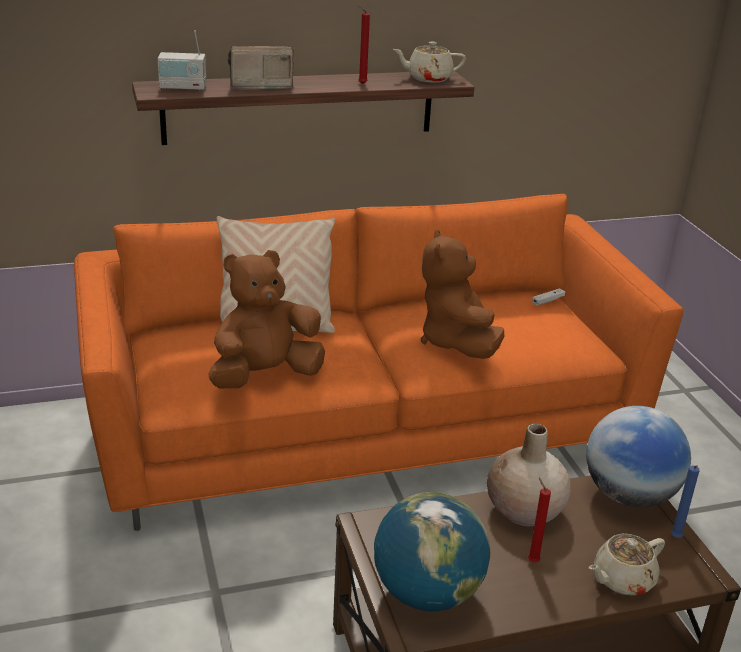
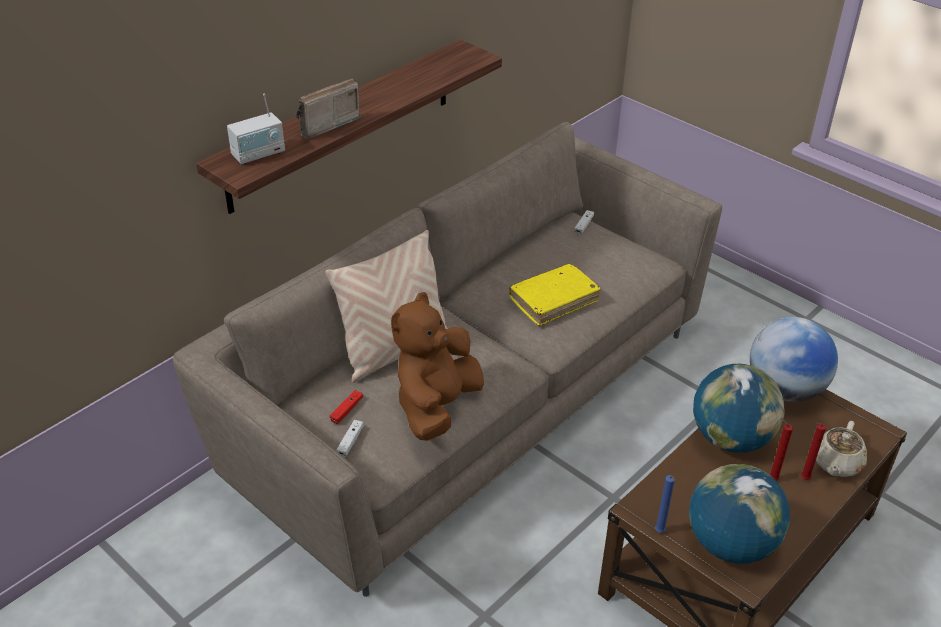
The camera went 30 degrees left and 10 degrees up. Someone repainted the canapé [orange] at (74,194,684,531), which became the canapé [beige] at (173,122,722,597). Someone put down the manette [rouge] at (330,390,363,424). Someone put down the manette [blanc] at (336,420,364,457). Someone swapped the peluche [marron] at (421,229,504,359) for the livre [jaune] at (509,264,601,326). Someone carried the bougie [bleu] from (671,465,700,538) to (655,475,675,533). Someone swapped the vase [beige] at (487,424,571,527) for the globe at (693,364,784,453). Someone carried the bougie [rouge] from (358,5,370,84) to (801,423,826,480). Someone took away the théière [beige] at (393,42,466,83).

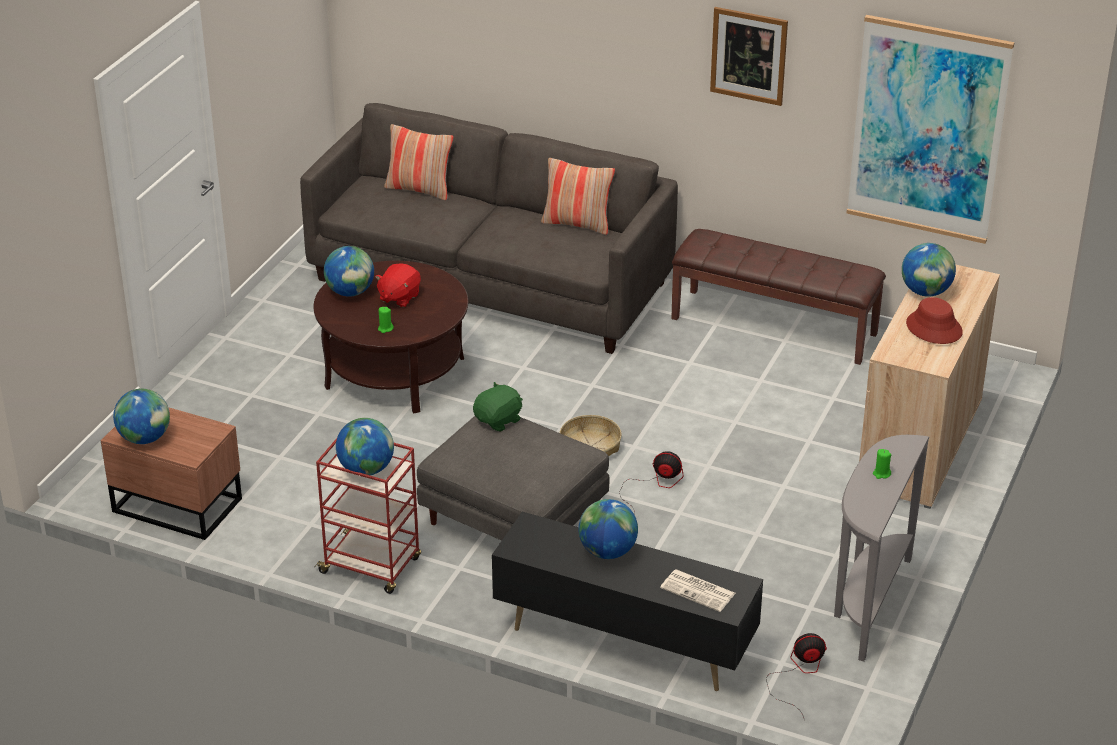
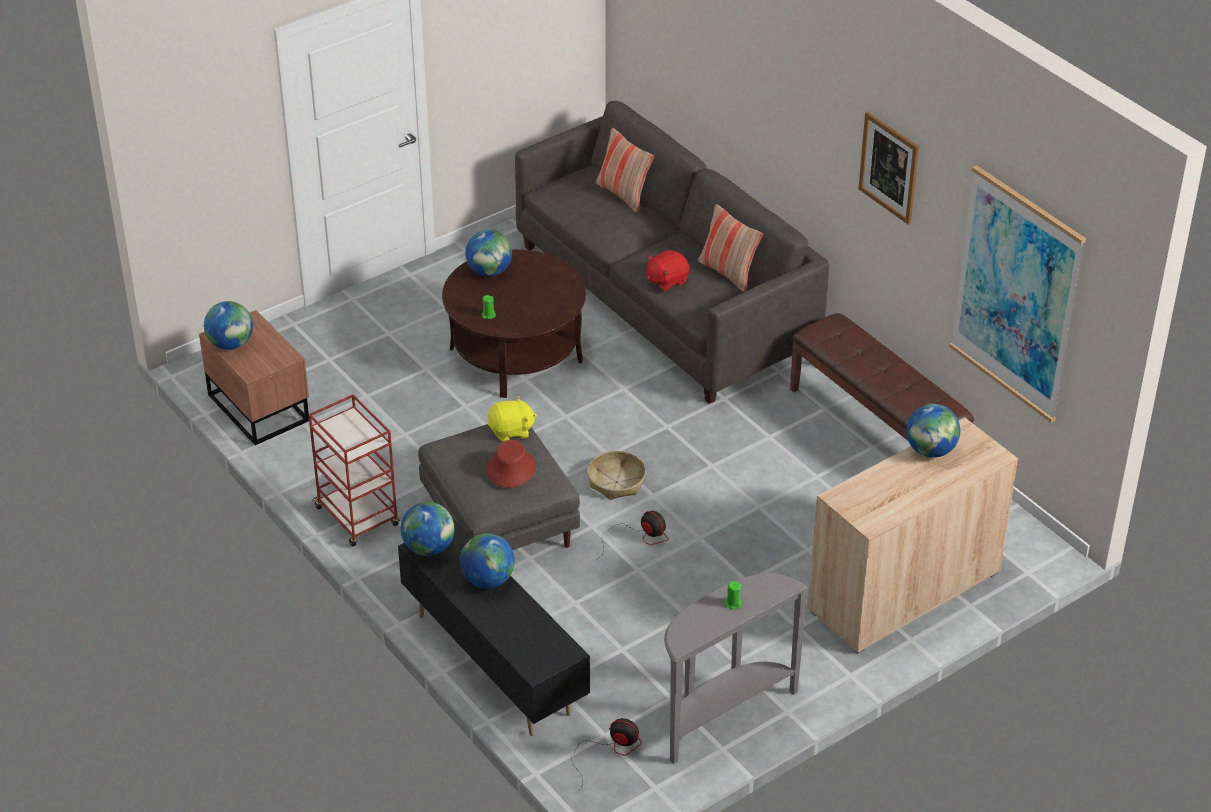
The camera went 30 degrees right and 5 degrees up. Someone carried the globe from (336,418,394,475) to (401,502,454,556). Someone carried the chapeau [rouge] from (906,297,963,344) to (486,440,536,488). Someone repainted the peluche [vert] at (473,382,523,432), which became the peluche [jaune] at (488,396,537,442). Someone carried the peluche [rouge] from (375,264,421,307) to (646,250,690,292). Someone took away the journal at (660,569,736,612).

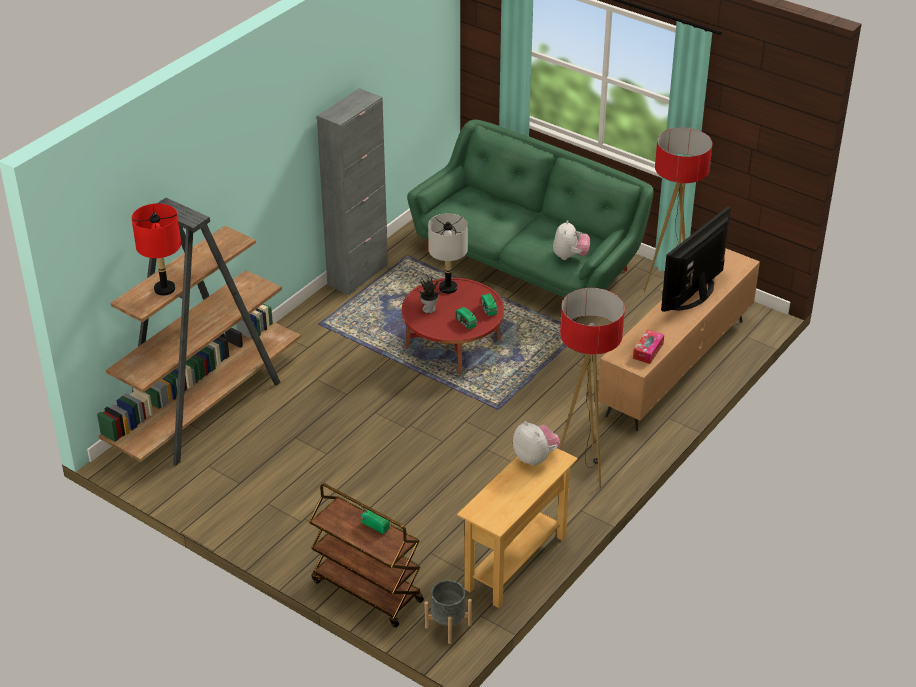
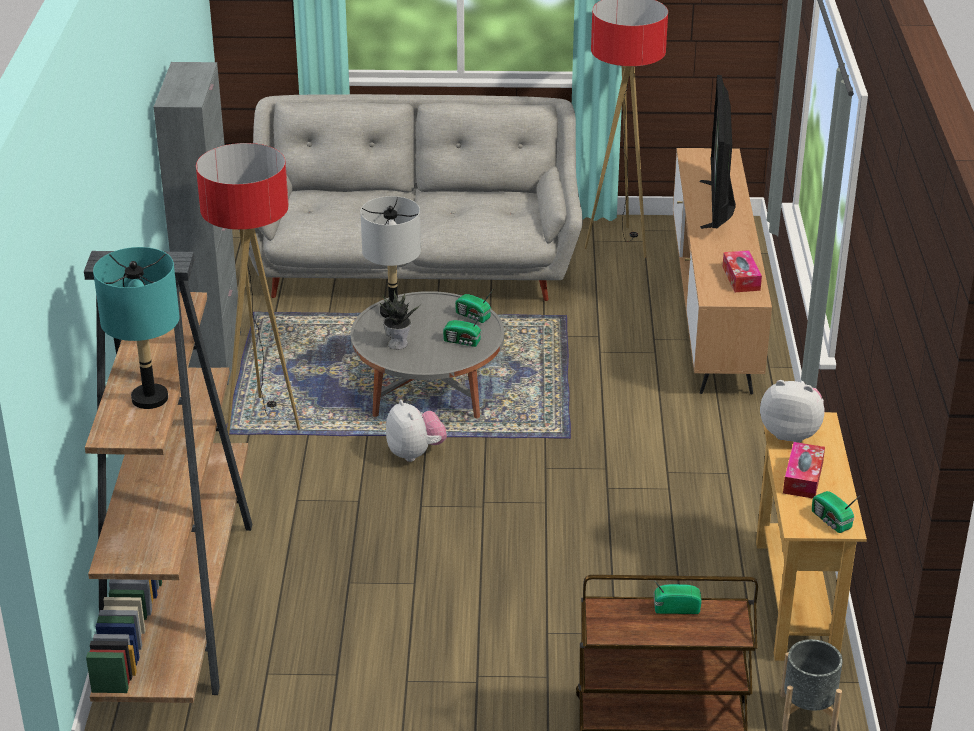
The camera went 35 degrees left and 5 degrees down. Someone repainted the lampe de table [rouge] at (132,203,181,296), which became the lampe de table [turquoise] at (93,247,180,409). Someone carried the lampadaire from (559,288,625,488) to (196,143,300,435). Someone repainted the canapé [vert] at (407,120,654,317), which became the canapé [gris] at (239,94,583,301). Someone repainted the table basse [rouge] at (402,278,504,375), which became the table basse [gris] at (351,291,504,419). Someone carried the peluche from (553,220,590,260) to (386,400,447,462). Someone put down the boîte à mouchoirs at (783,442,825,499). Someone put down the radio at (812,491,858,533).

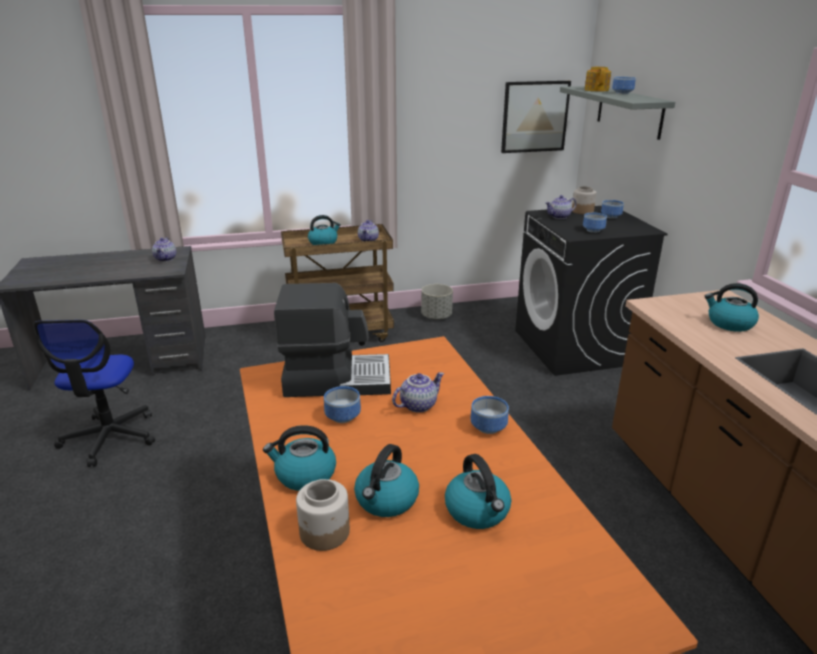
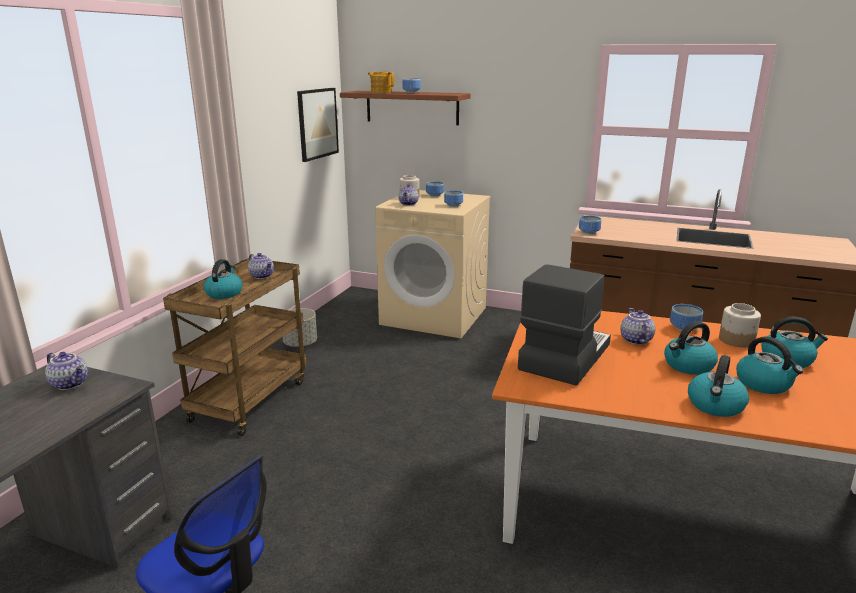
The camera went 55 degrees left and 5 degrees down. Someone repainted the étagère [gris] at (560,86,675,140), which became the étagère [marron] at (340,91,470,125). Someone repainted the lave-linge [noir] at (515,206,668,376), which became the lave-linge [beige] at (375,190,491,338). Someone carried the bol from (324,386,361,423) to (579,216,601,235). Someone carried the bouilloire from (705,283,759,332) to (664,321,718,375). Someone carried the bocal from (296,479,350,551) to (719,303,761,347).

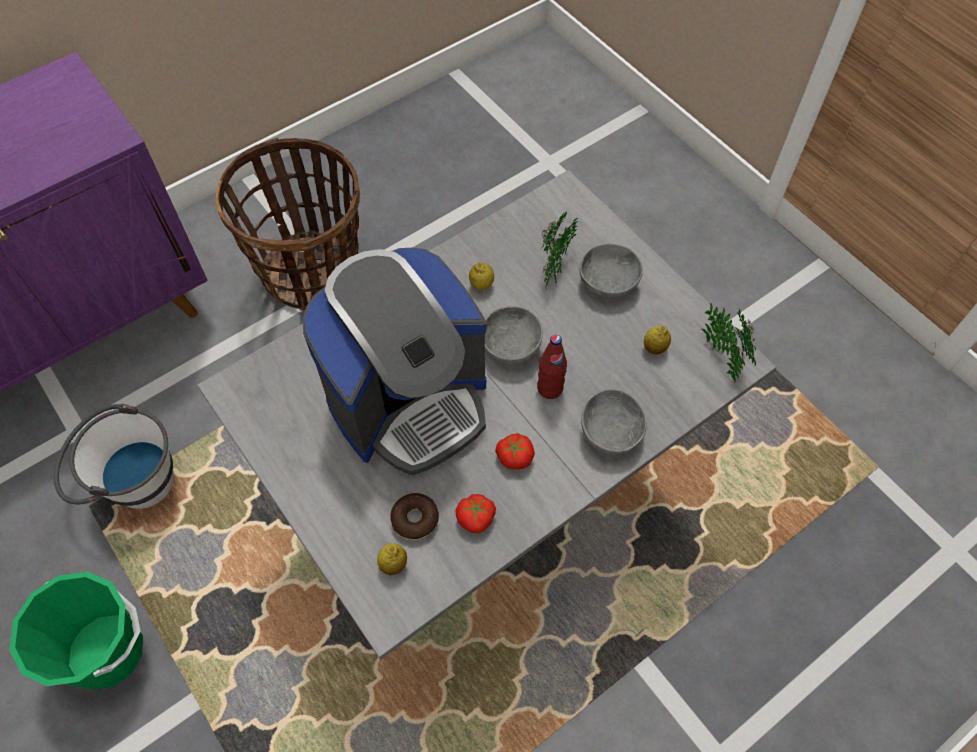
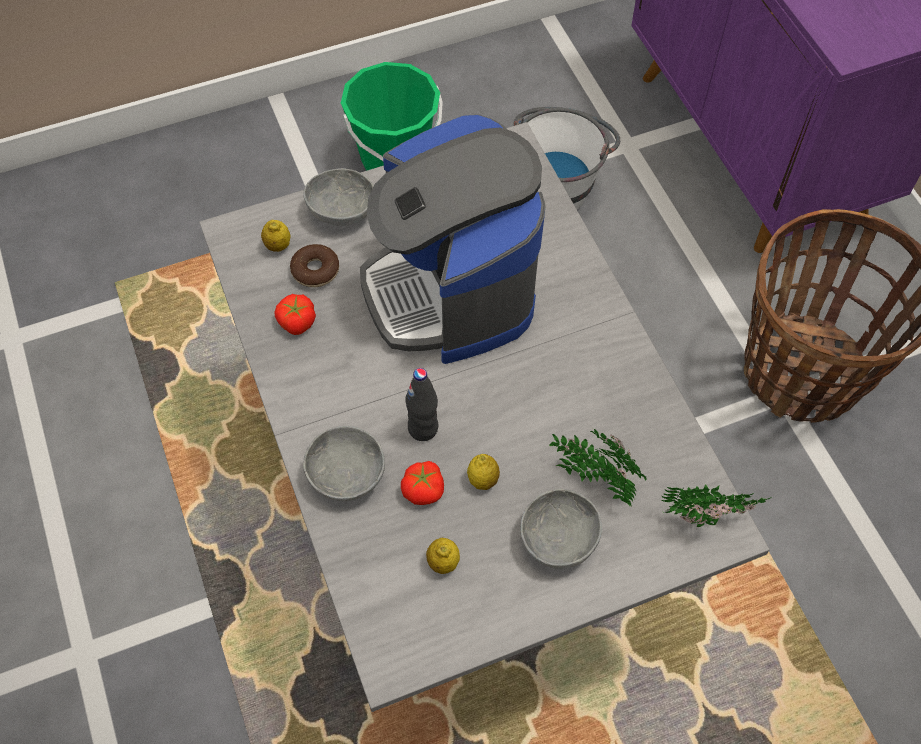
The camera went 105 degrees right and 0 degrees up. Someone carried the bol [gris] from (485,306,543,364) to (303,168,374,226). Someone carried the tomate from (495,433,535,470) to (401,461,444,505). Someone repainted the bouteille [rouge] at (537,335,567,399), which became the bouteille [noir] at (405,368,438,441). Someone carried the citron from (469,262,494,290) to (467,454,500,490). Someone carried the plante en pot from (701,303,756,383) to (662,485,771,527).

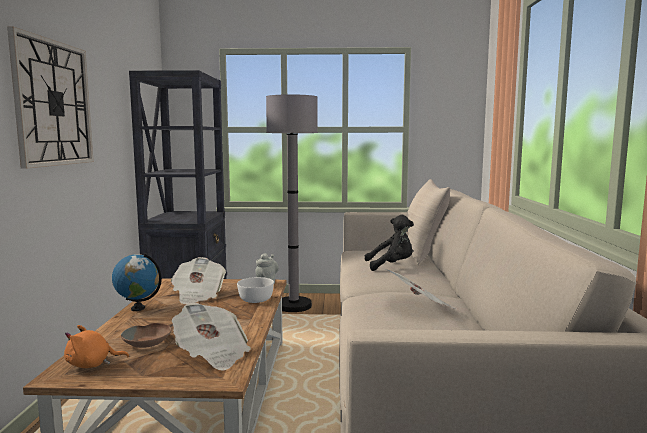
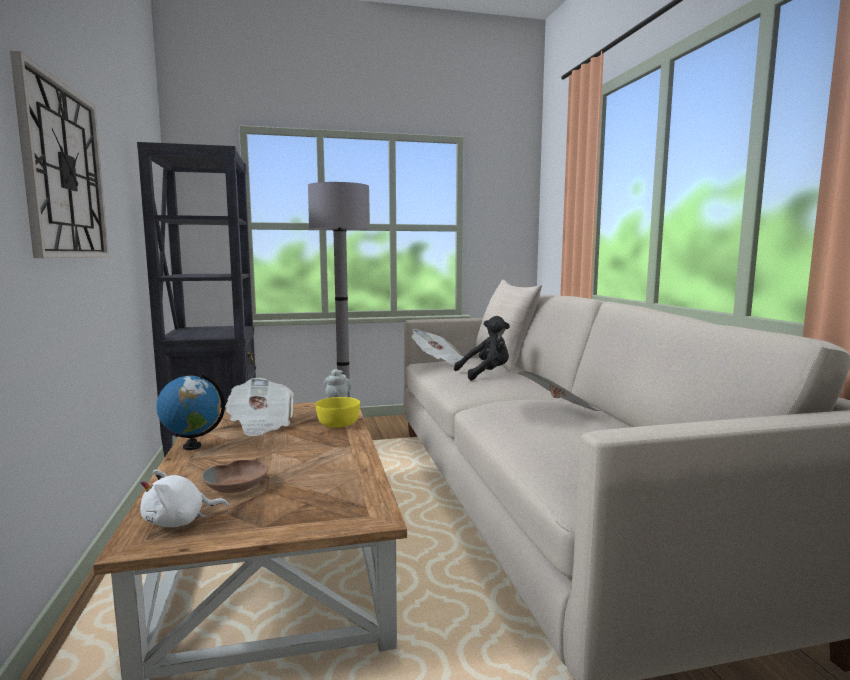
The camera went 15 degrees left and 0 degrees up. Someone repainted the peluche [orange] at (64,325,129,368), which became the peluche [blanc] at (140,470,228,527). Someone repainted the bol [blanc] at (237,277,274,303), which became the bol [jaune] at (315,397,360,428). Someone carried the journal from (172,303,251,371) to (411,329,464,365).

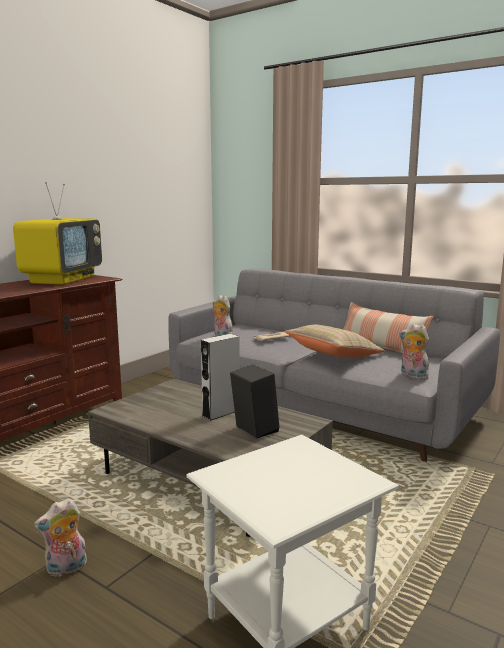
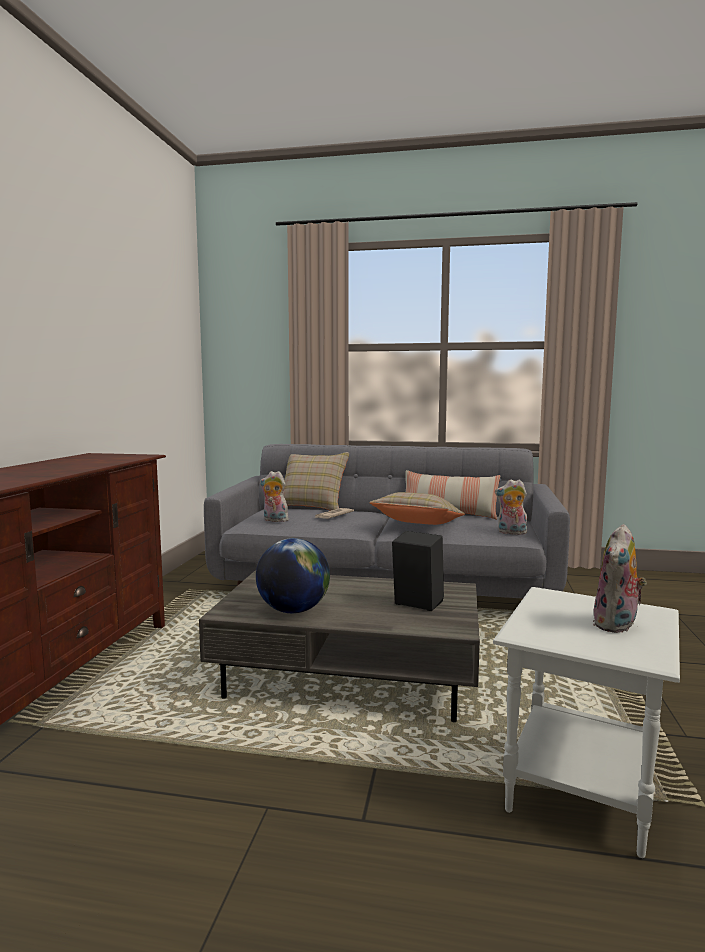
The camera went 25 degrees left and 5 degrees down. Someone put down the globe at (256,538,330,613). Someone put down the coussin [beige] at (283,452,349,511). Someone carried the peluche from (34,498,87,577) to (593,524,647,633). Someone took away the téléviseur at (13,182,102,285). Someone took away the enceinte [gris] at (201,334,240,421).

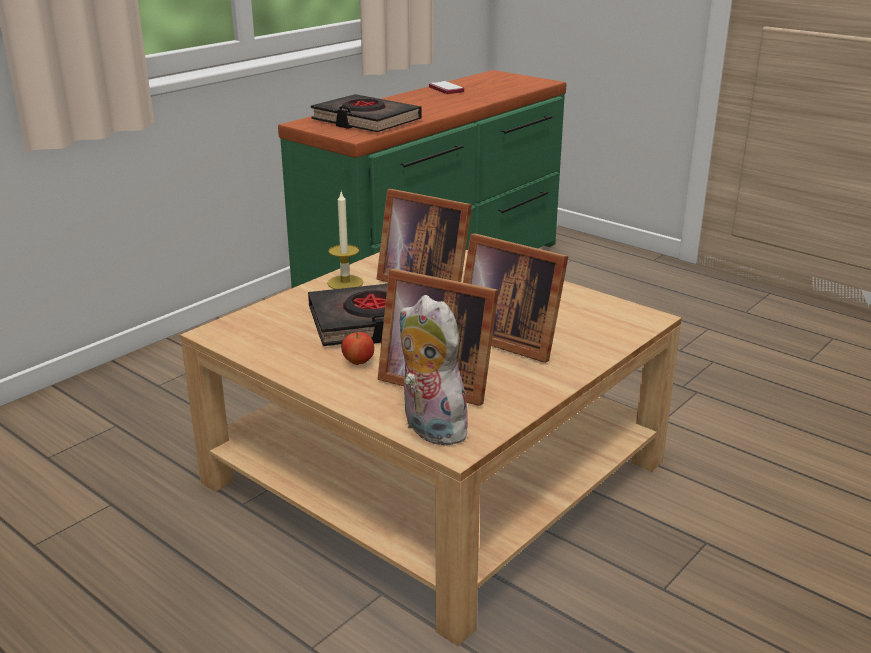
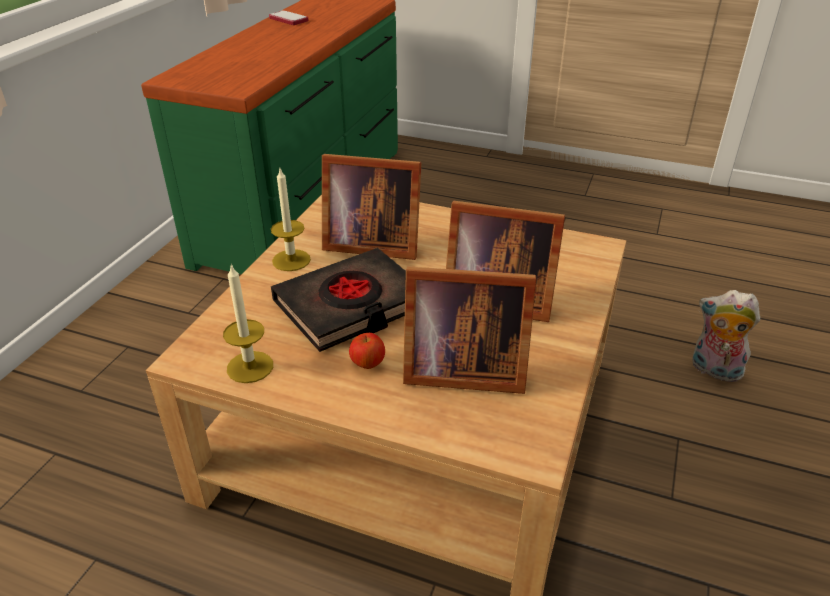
The camera went 20 degrees left and 10 degrees up. Someone put down the bougie at (223,263,273,383). Someone carried the peluche from (399,295,472,446) to (692,290,760,382). Someone took away the livre [noir] at (311,94,422,132).

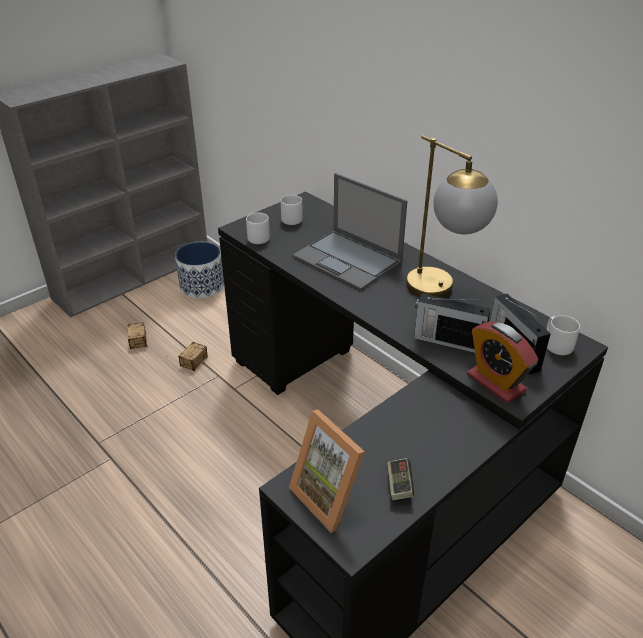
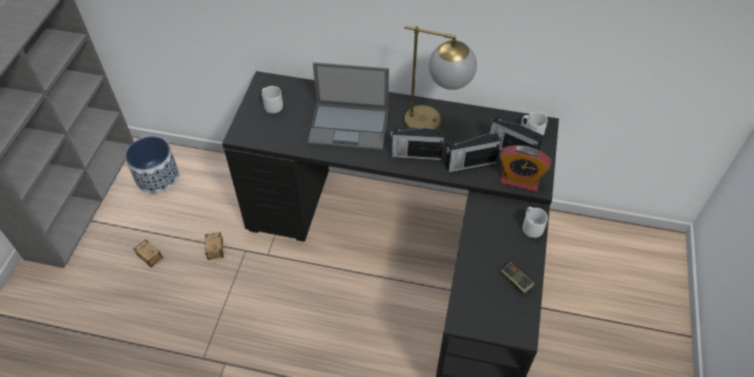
The camera went 35 degrees left and 15 degrees up. Someone put down the radio at (390,127,444,160). Someone carried the mug [gris] from (246,212,270,244) to (522,207,548,238). Someone took away the cadre photo at (289,410,365,533).

